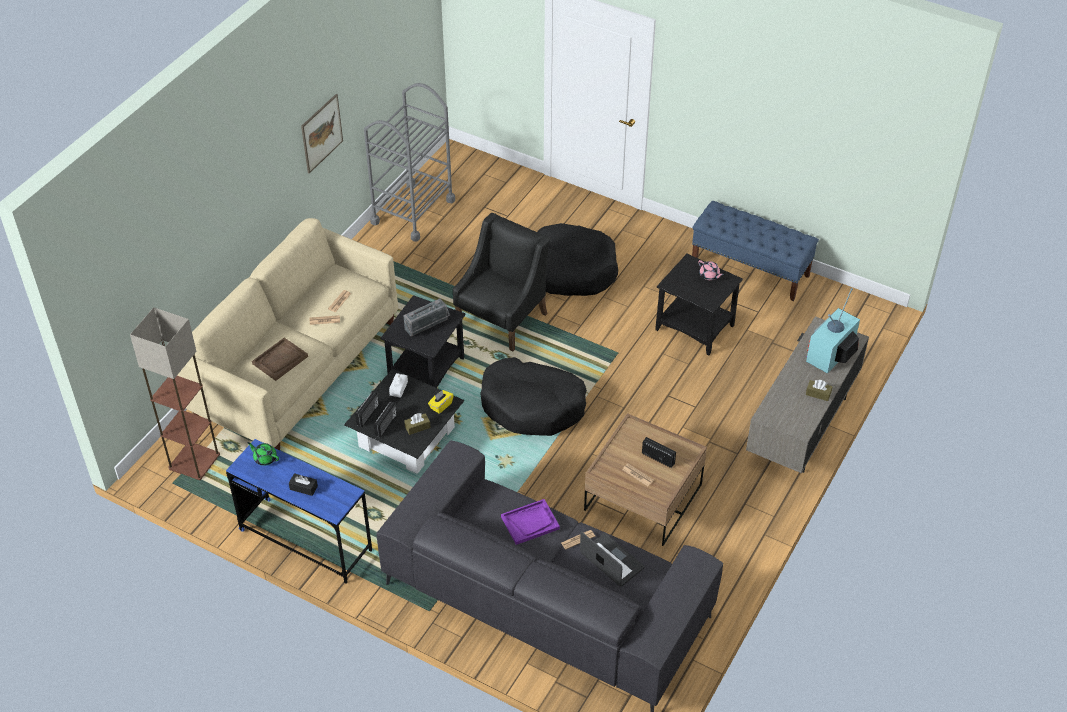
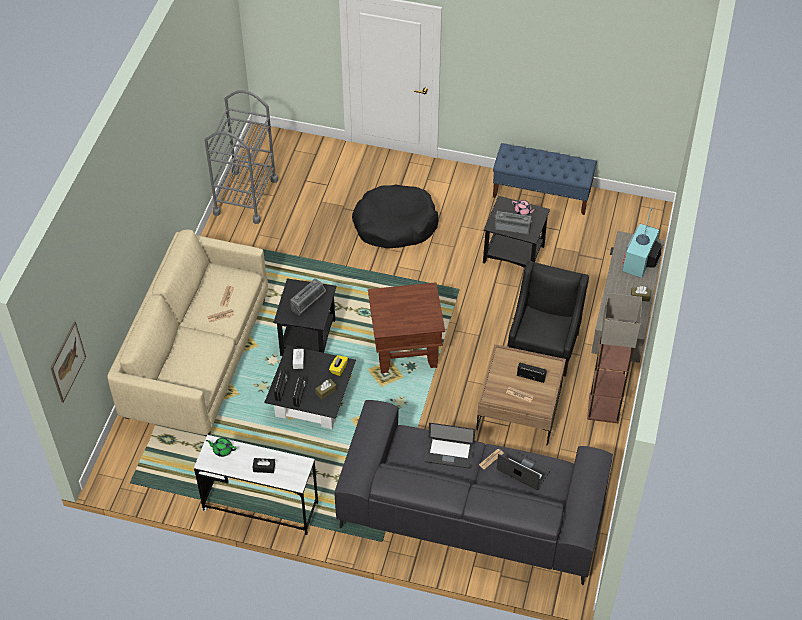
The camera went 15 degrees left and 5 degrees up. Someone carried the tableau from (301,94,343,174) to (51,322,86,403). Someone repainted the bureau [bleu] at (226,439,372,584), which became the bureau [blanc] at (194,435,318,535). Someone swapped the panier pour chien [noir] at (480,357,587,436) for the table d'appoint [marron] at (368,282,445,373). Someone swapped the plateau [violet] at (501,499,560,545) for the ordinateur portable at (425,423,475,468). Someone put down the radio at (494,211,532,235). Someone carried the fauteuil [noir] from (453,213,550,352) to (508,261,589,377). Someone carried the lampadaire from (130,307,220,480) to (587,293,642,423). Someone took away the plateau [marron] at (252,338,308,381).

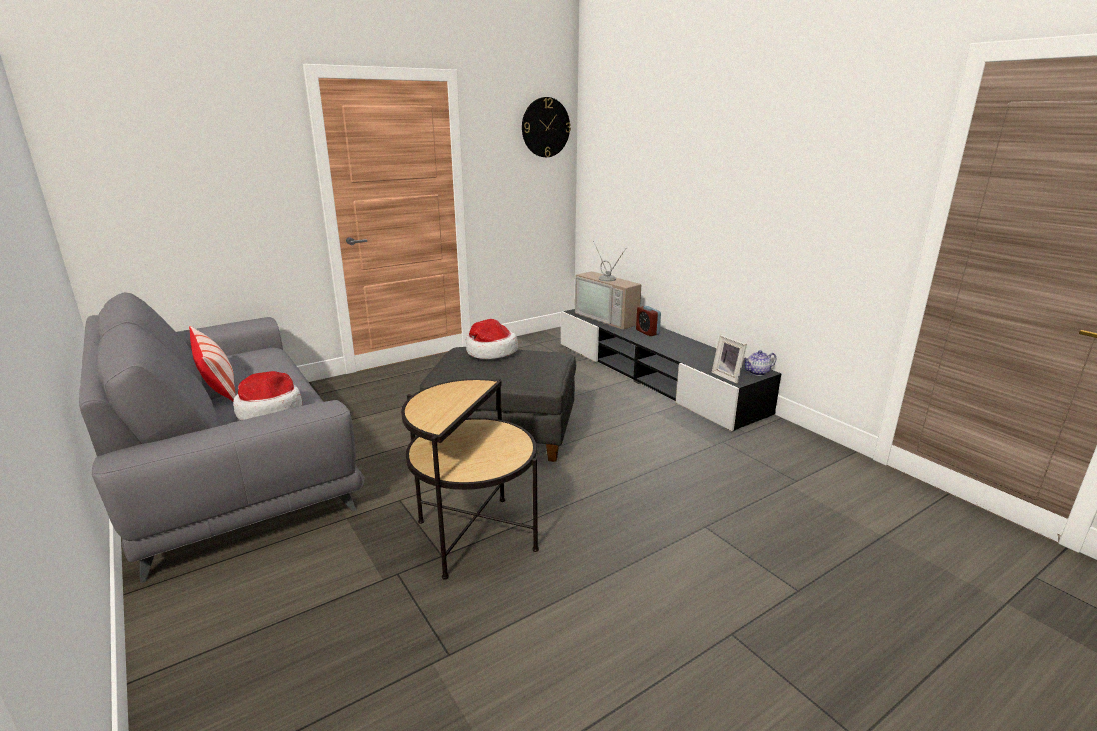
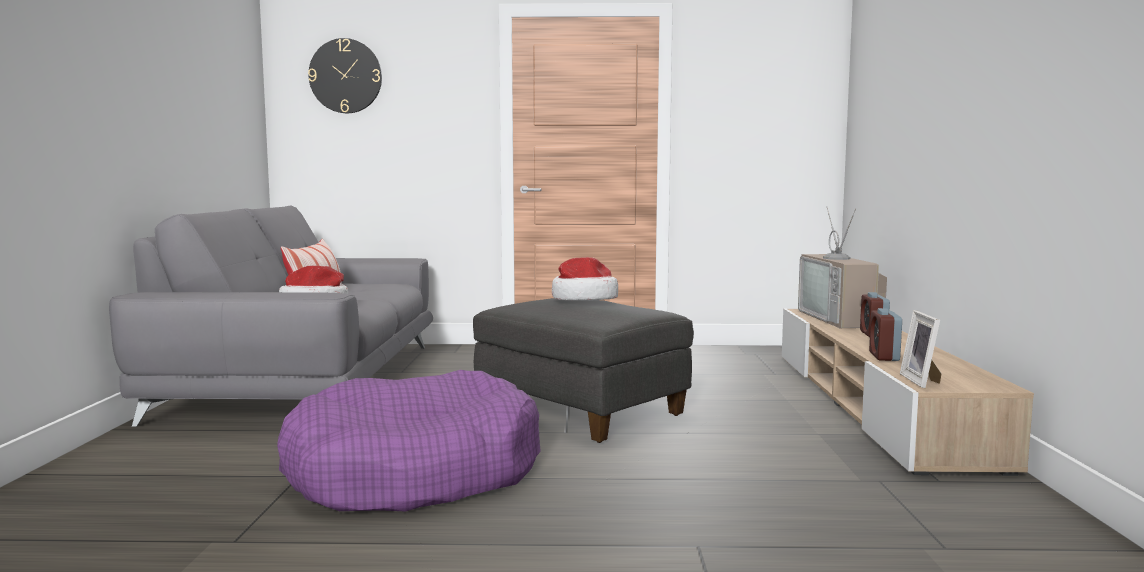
The camera went 35 degrees right and 15 degrees down. Someone swapped the table d'appoint at (401,378,539,580) for the panier pour chien [violet] at (277,370,541,512). Someone carried the horloge murale from (522,97,571,157) to (308,38,382,113). Someone repainted the meuble télé [noir] at (561,309,781,431), which became the meuble télé [beige] at (782,309,1034,476). Someone put down the réveil at (869,308,902,361). Someone took away the théière at (743,350,776,376).

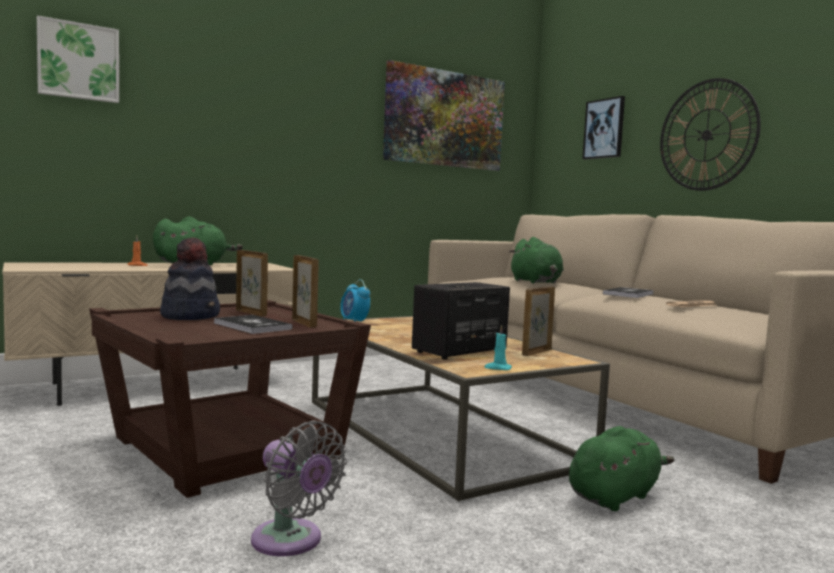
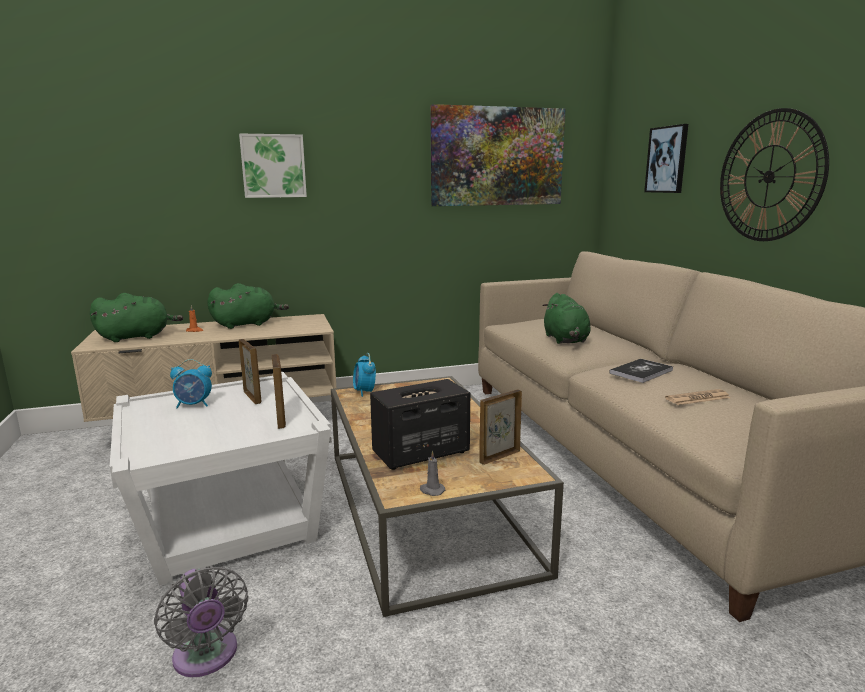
The camera went 15 degrees right and 10 degrees up. Someone carried the peluche [vert] from (569,426,674,511) to (90,293,183,342). Someone repainted the table d'appoint [marron] at (89,300,371,498), which became the table d'appoint [blanc] at (110,372,332,585). Someone swapped the chapeau at (160,238,220,320) for the réveil at (170,359,212,408). Someone carried the tableau from (37,15,119,103) to (239,133,307,198). Someone repainted the bougie [turquoise] at (484,325,512,370), which became the bougie [gris] at (420,450,445,496). Someone took away the livre at (214,315,292,334).

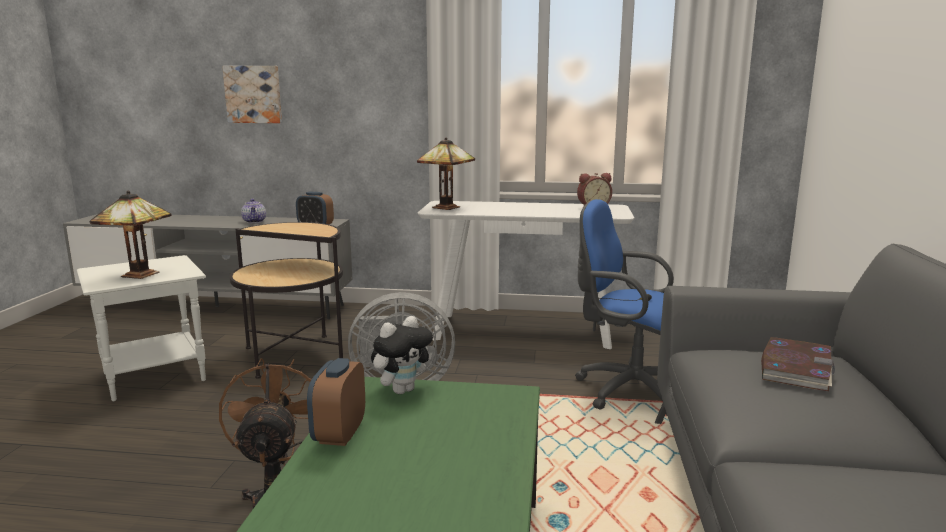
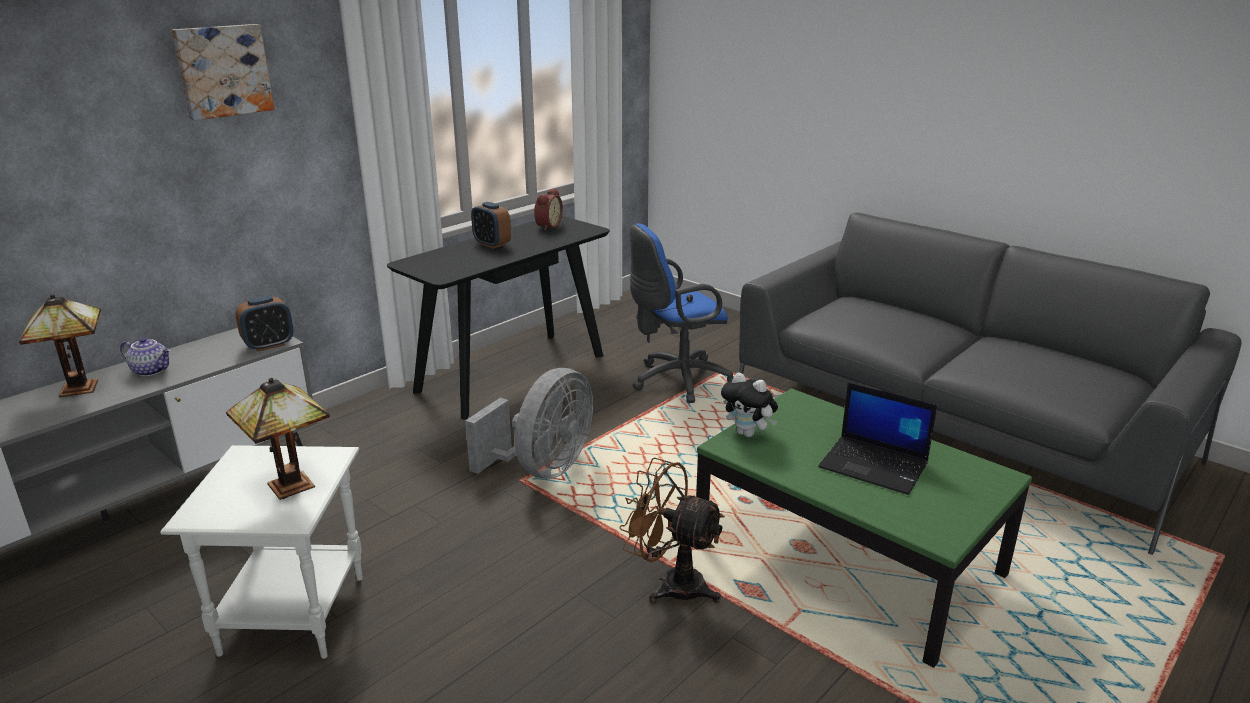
The camera went 55 degrees left and 10 degrees up. Someone carried the lampe de table from (417,137,475,210) to (19,294,101,397). Someone carried the tableau from (222,66,282,123) to (172,24,274,121). Someone repainted the table console [blanc] at (418,201,634,349), which became the table console [noir] at (387,216,610,420). Someone carried the réveil from (307,358,365,446) to (471,202,511,249). Someone rotated the peluche at (371,316,433,394) by 135 degrees clockwise. Someone put down the ordinateur portable at (818,382,937,495). Someone took away the table d'appoint at (230,222,343,379). Someone took away the livre at (761,337,835,391).

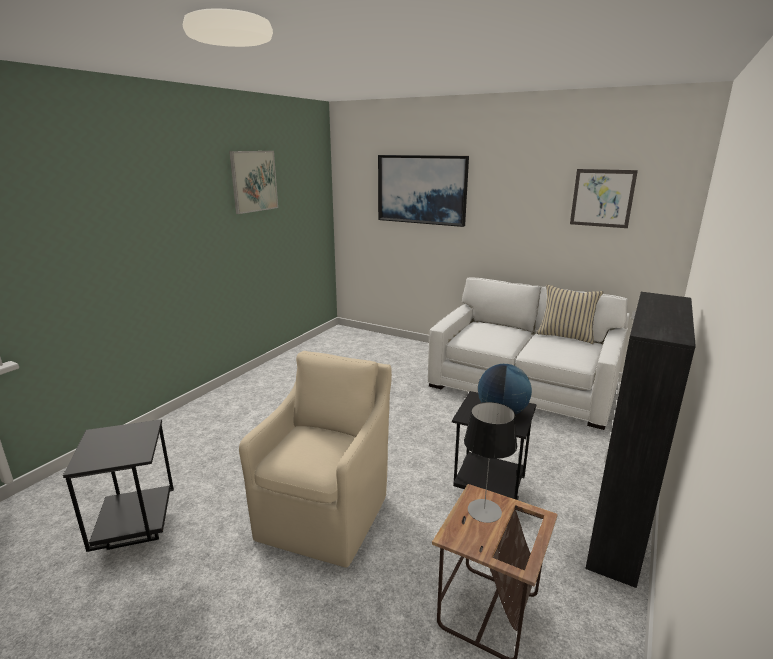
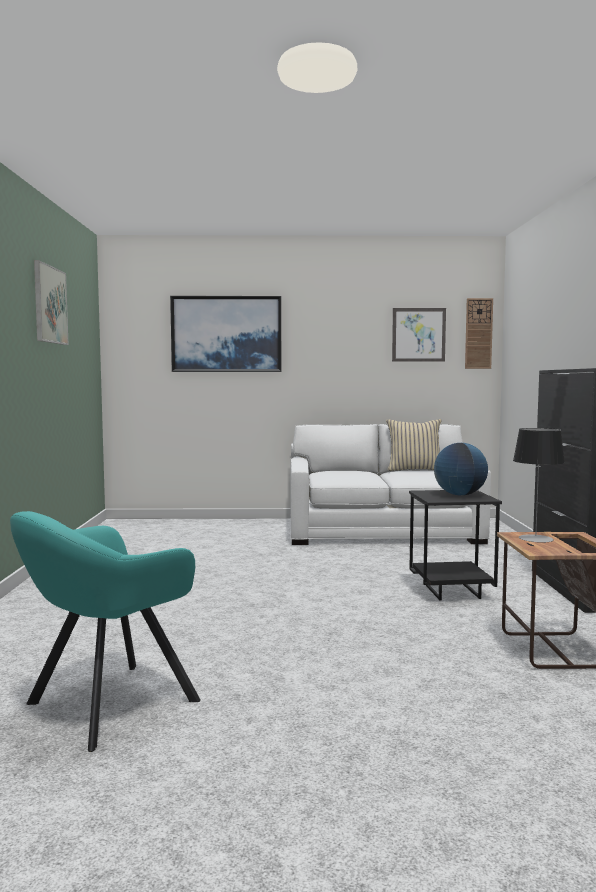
The camera went 30 degrees left and 15 degrees down. Someone swapped the table d'appoint [noir] at (63,419,174,552) for the fauteuil [turquoise] at (10,511,201,752). Someone put up the horloge murale at (465,298,493,369). Someone took away the fauteuil [beige] at (239,351,392,568).

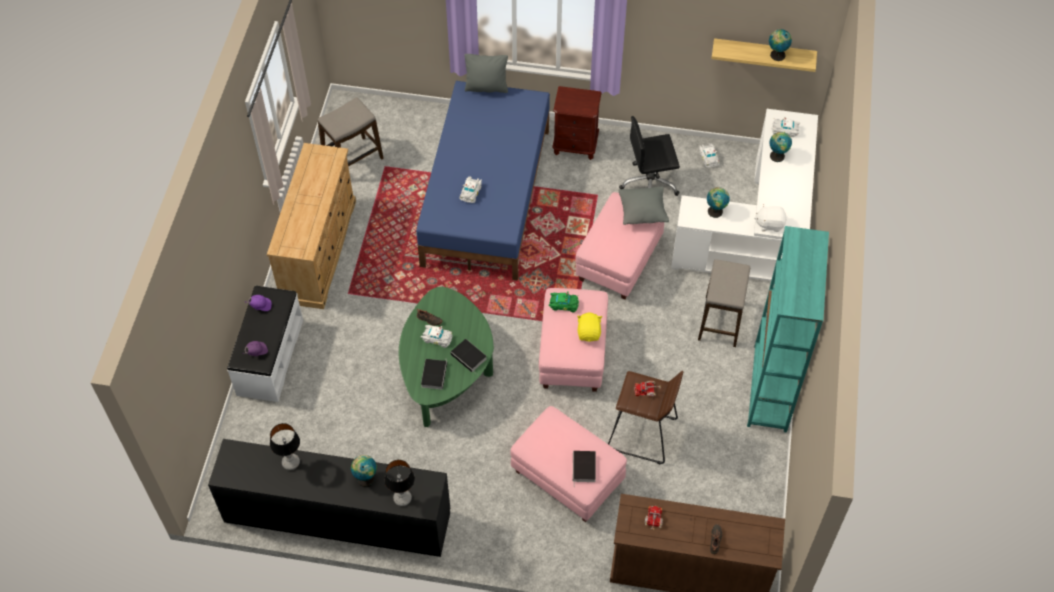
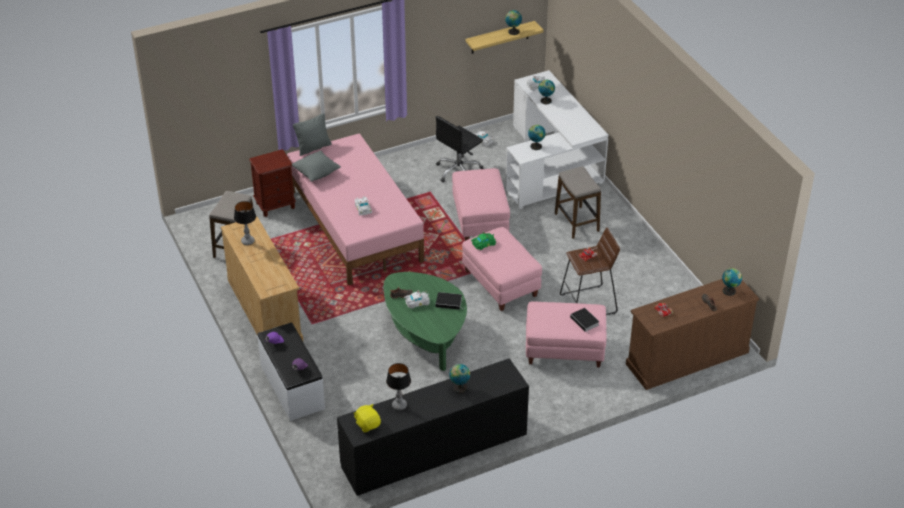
The camera went 35 degrees left and 15 degrees down. Someone carried the lampe de table from (384,460,415,506) to (234,201,256,245). Someone carried the table de chevet [marron] from (552,86,602,160) to (249,149,296,217). Someone repainted the lit [bleu] at (416,81,550,281), which became the lit [rose] at (287,134,424,285). Someone carried the coussin [gris] from (619,186,669,225) to (292,150,341,182). Someone carried the peluche [jaune] from (577,312,602,342) to (353,404,381,433). Someone put down the globe at (722,268,742,296). Someone took away the livre at (421,359,447,390). Someone took away the bibliothèque [turquoise] at (747,226,829,433). Someone took away the peluche [blanc] at (754,204,787,232).

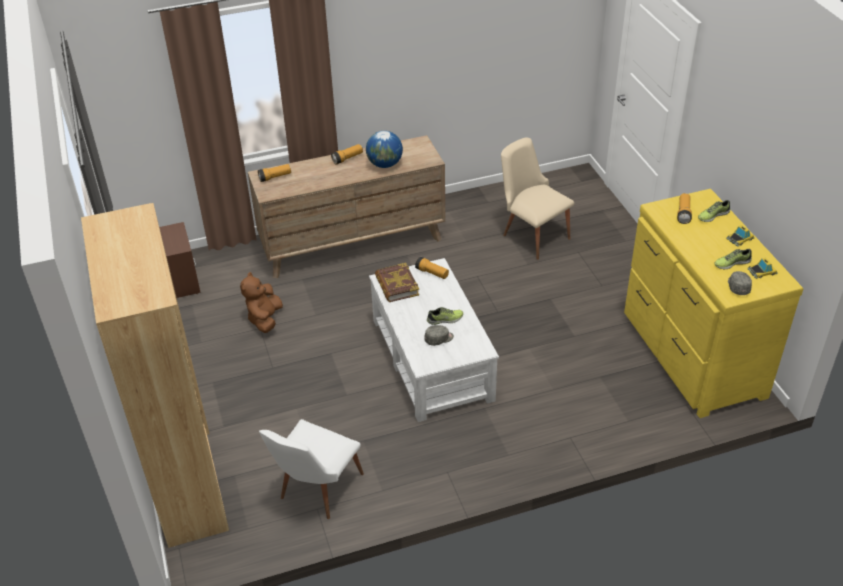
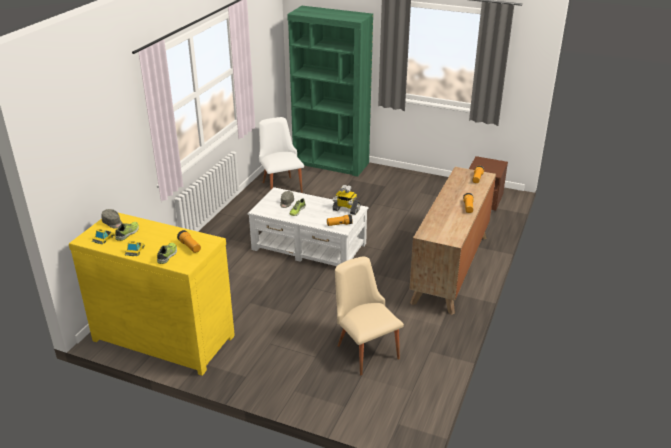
The camera went 130 degrees right and 10 degrees down. Someone repainted the bibliothèque [marron] at (81,203,229,548), which became the bibliothèque [vert] at (287,6,373,177). Someone swapped the livre at (375,263,419,302) for the robot jouet at (332,185,360,215). Someone rotated the chaise [beige] at (501,138,574,260) by 120 degrees counterclockwise. Someone took away the peluche [marron] at (240,272,283,333). Someone took away the globe at (366,131,403,168).

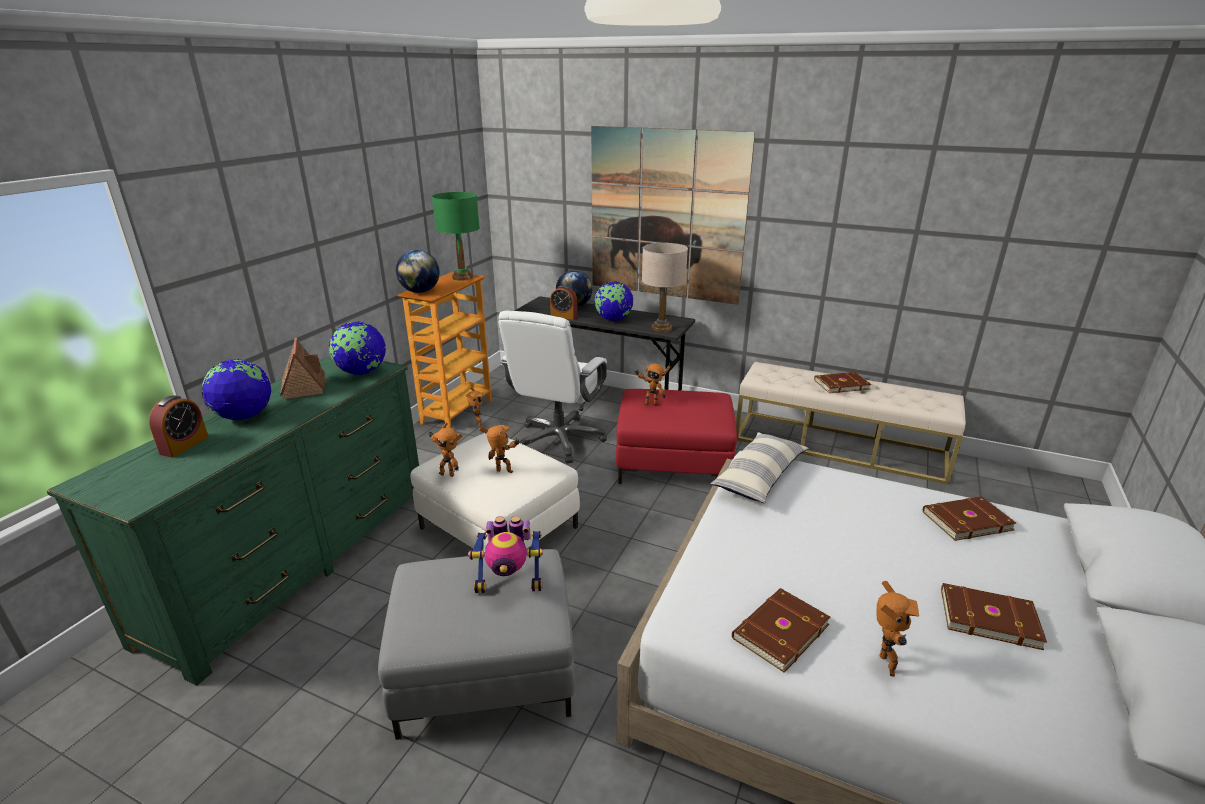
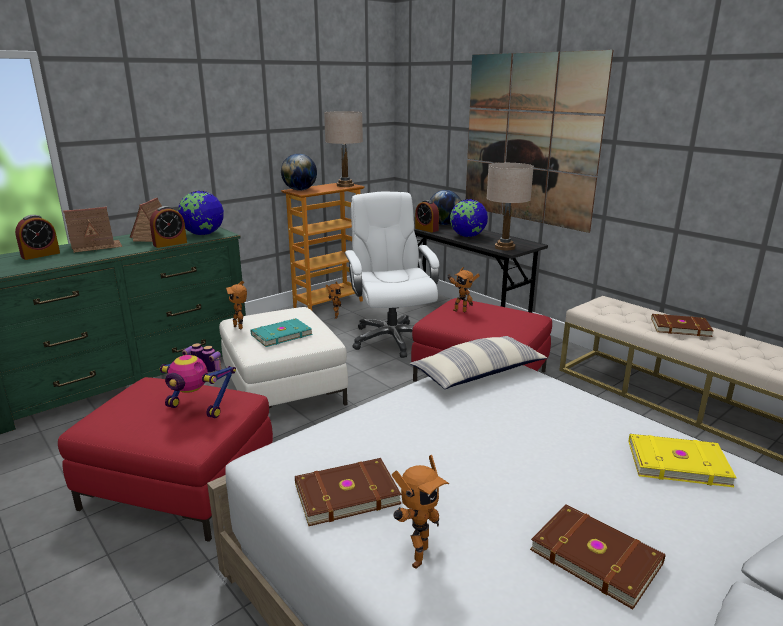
The camera went 25 degrees right and 5 degrees down. Someone repainted the pouf [gris] at (378,549,575,740), which became the pouf [rouge] at (58,377,273,542). Someone swapped the globe at (201,359,271,420) for the maison miniature at (63,207,123,253). Someone put down the réveil at (150,206,187,248). Someone swapped the robot jouet at (479,425,521,473) for the livre [turquoise] at (251,318,313,347). Someone repainted the lampe de table [vert] at (432,192,480,281), which became the lampe de table [beige] at (324,111,363,187). Someone rotated the chaise de bureau [blanc] at (498,311,607,464) by 120 degrees clockwise. Someone repainted the livre [marron] at (923,496,1016,541), which became the livre [jaune] at (629,434,737,487).

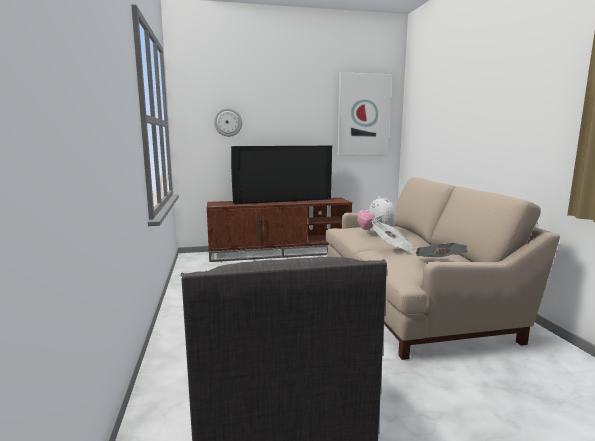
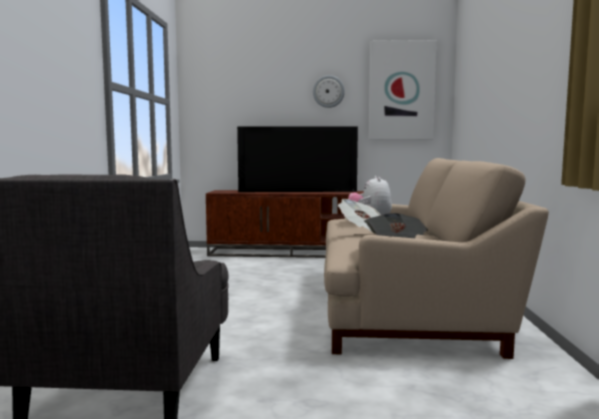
The camera went 15 degrees right and 5 degrees down. Someone carried the horloge murale from (214,108,242,137) to (313,75,345,108).

